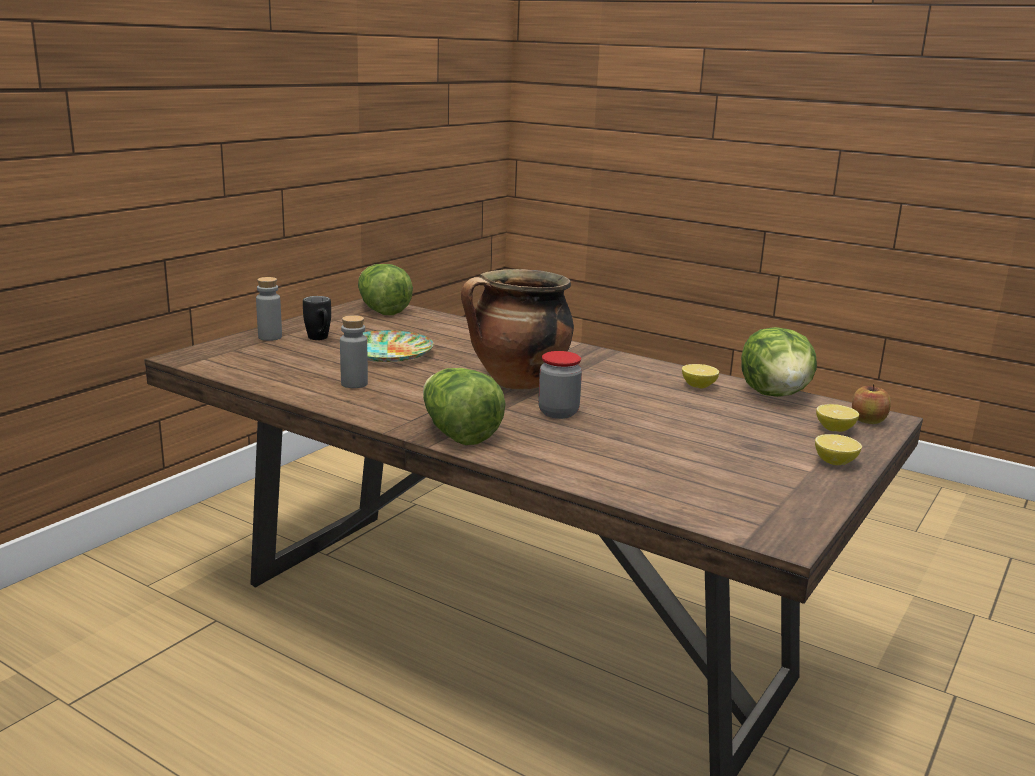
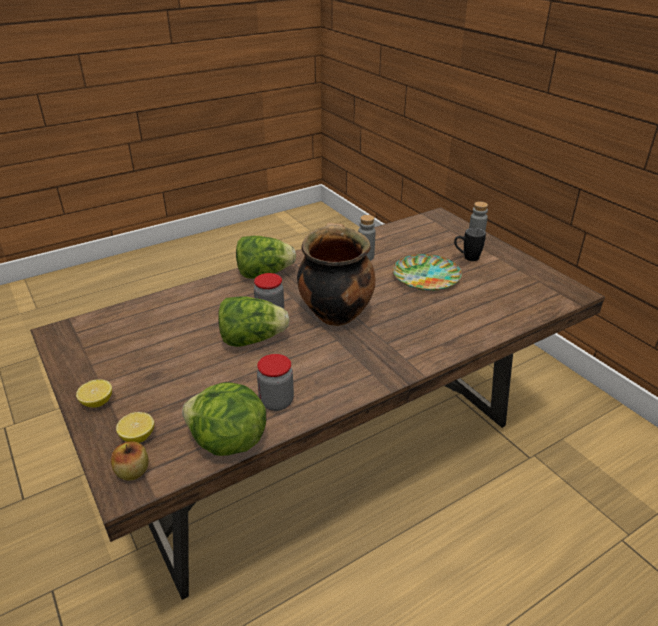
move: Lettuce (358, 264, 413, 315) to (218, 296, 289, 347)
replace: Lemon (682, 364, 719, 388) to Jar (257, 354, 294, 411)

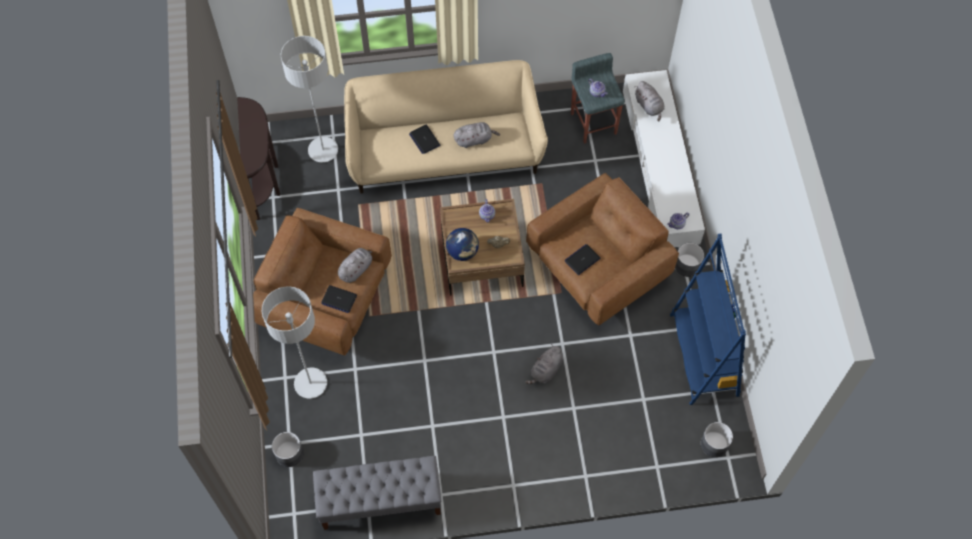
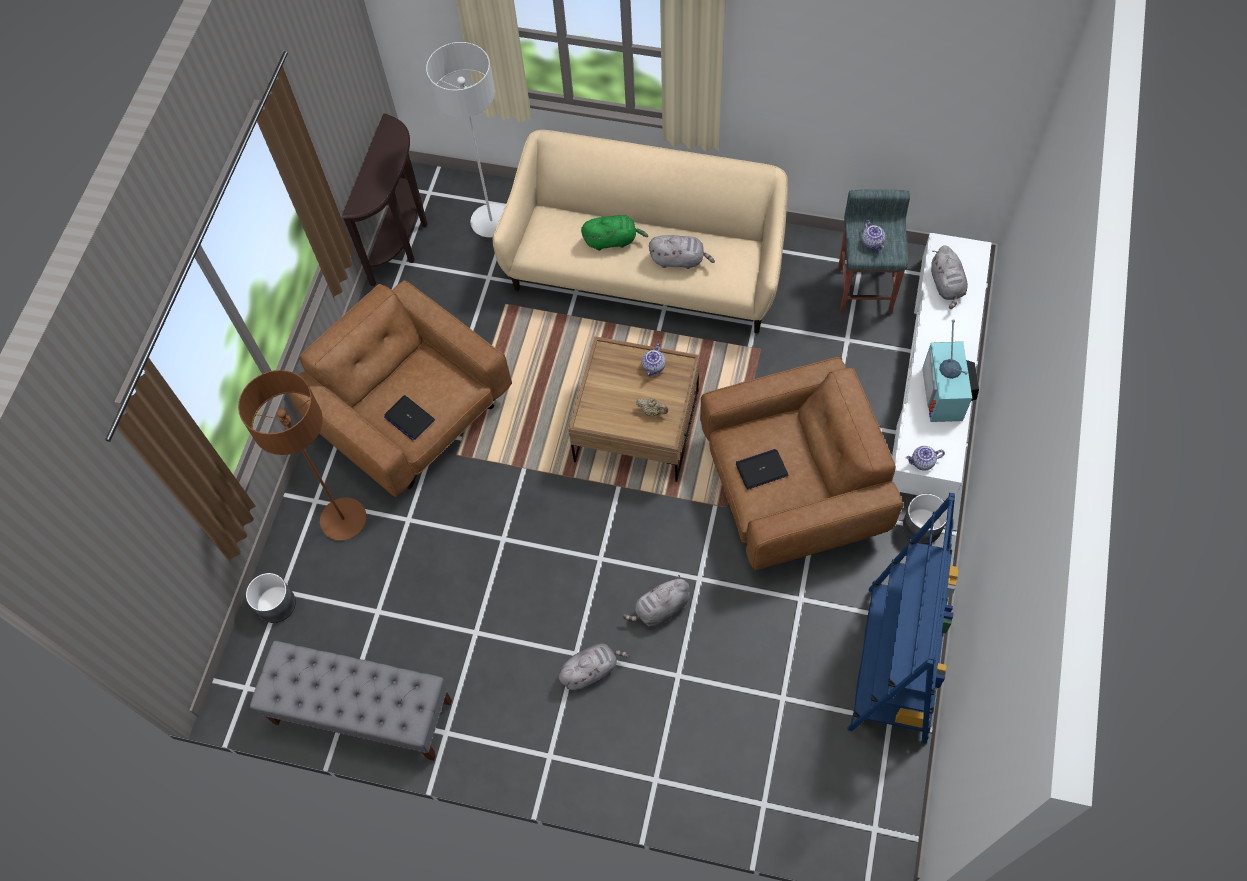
delete: Globe (446, 228, 479, 261); GreyPlanter (701, 422, 733, 457)
insert: Television (922, 319, 979, 422)
move: GreyPlushToy (338, 248, 372, 283) to (559, 644, 629, 690)
replace: Laptop (409, 125, 440, 154) to GreenPlushToy (581, 215, 648, 251)
recolor: GreyFloorLamp (262, 286, 327, 399) to BrownFloorLamp (238, 370, 366, 540)

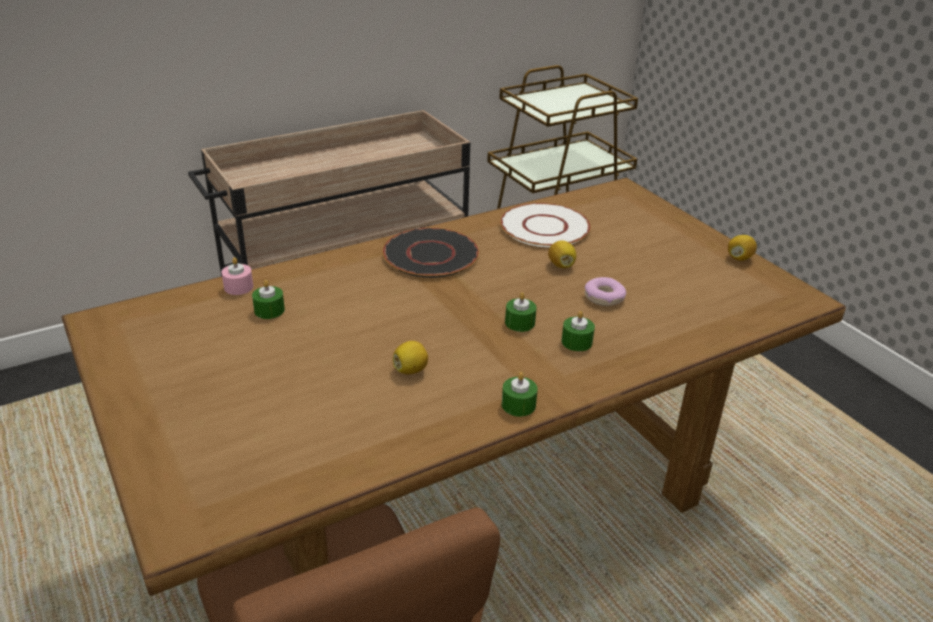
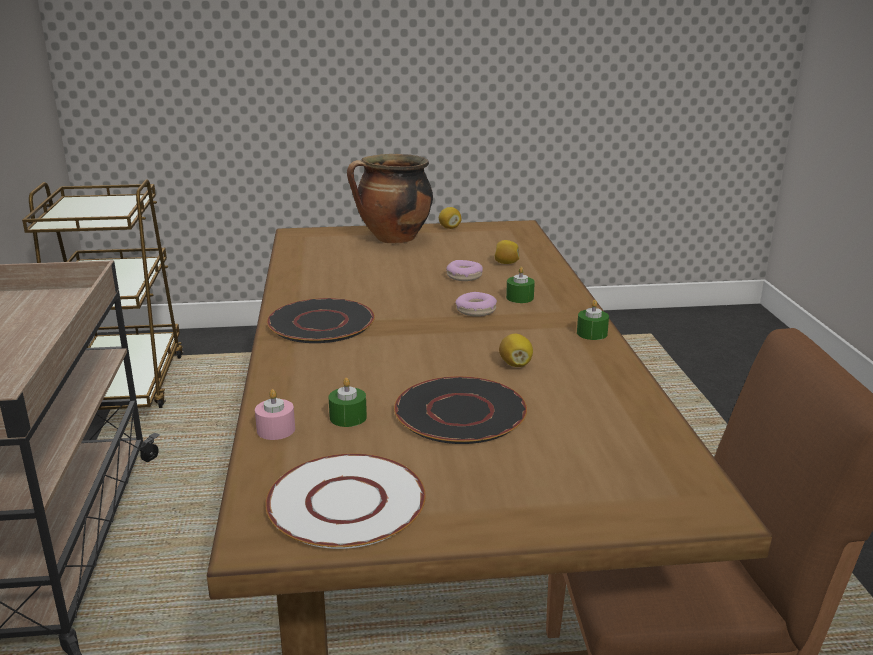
insert: CookingPot (347, 154, 433, 243); BlackPlate (394, 376, 527, 444)
move: WhitePlate (500, 203, 591, 247) to (265, 453, 426, 549); Lemon (548, 240, 576, 268) to (495, 240, 520, 264)
replace: GreenCandle (505, 292, 537, 332) to Donut (455, 292, 497, 317)

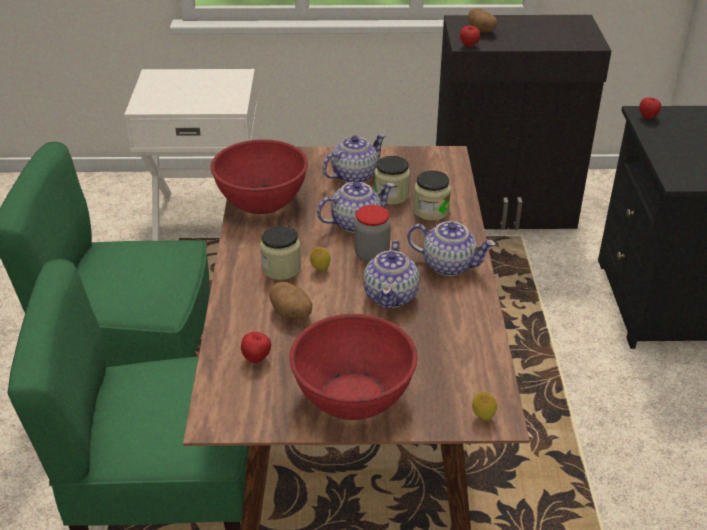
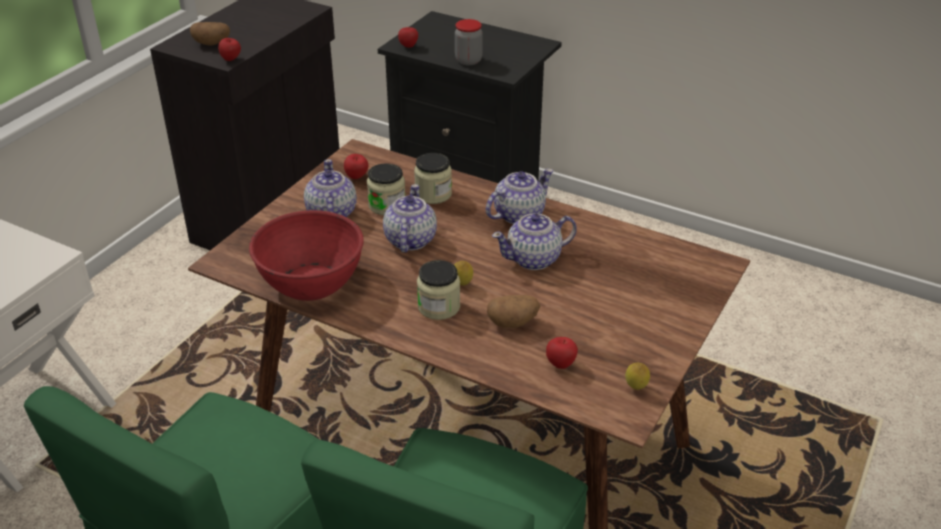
delete: RedBowl (289, 314, 417, 420)
insert: Apple (344, 154, 368, 179)
move: Jar (354, 205, 391, 263) to (455, 19, 483, 65); Lemon (472, 392, 497, 421) to (625, 363, 650, 390)
rotate: Teapot (363, 240, 419, 309) = (492, 213, 577, 270) 120 degrees clockwise

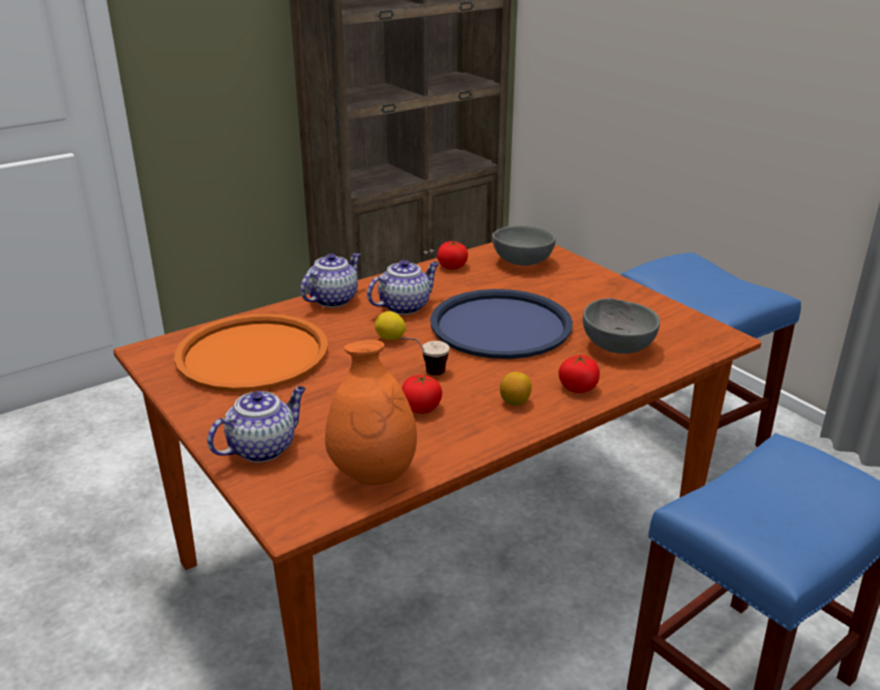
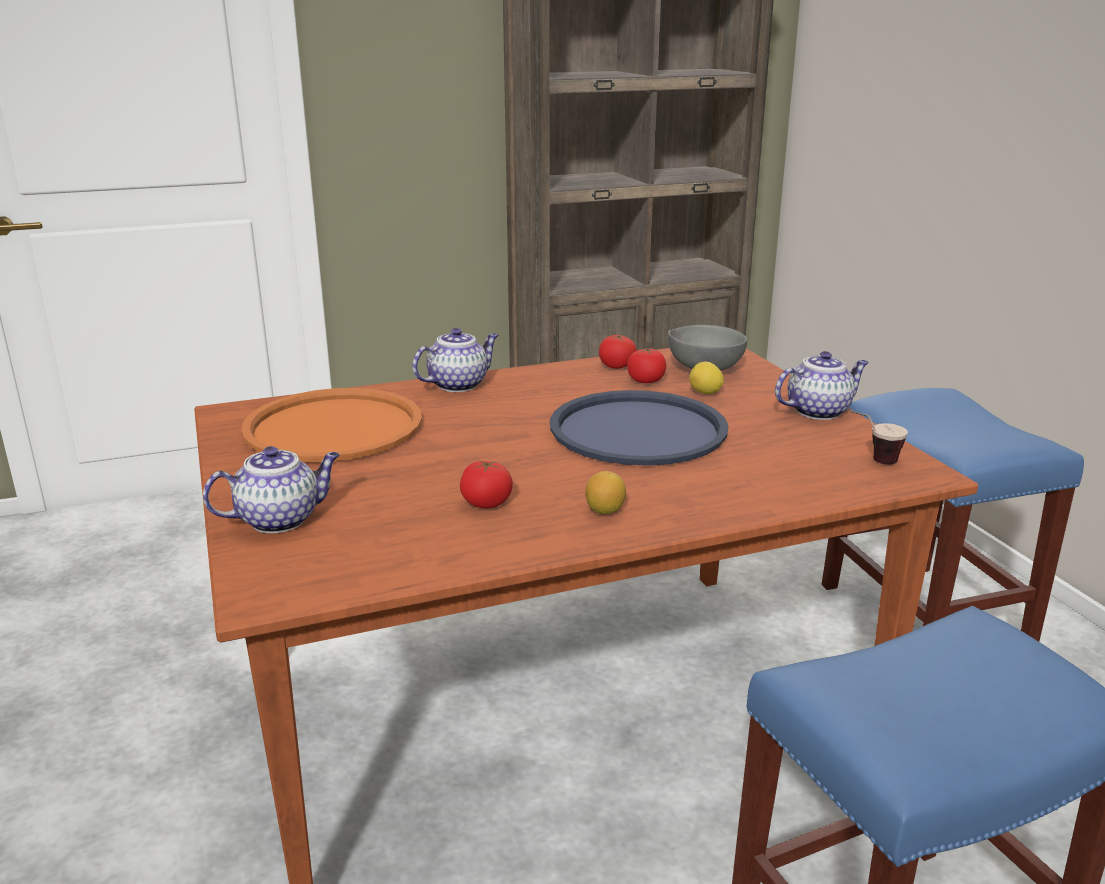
delete: OrangeVase (325, 340, 417, 485); GreyBowl (583, 298, 660, 354)
move: Teapot (367, 260, 439, 315) to (775, 351, 869, 420); Lemon (375, 311, 406, 340) to (689, 362, 724, 394); Cup (400, 337, 450, 375) to (849, 410, 908, 465); Tomato (559, 355, 600, 393) to (627, 348, 666, 383)

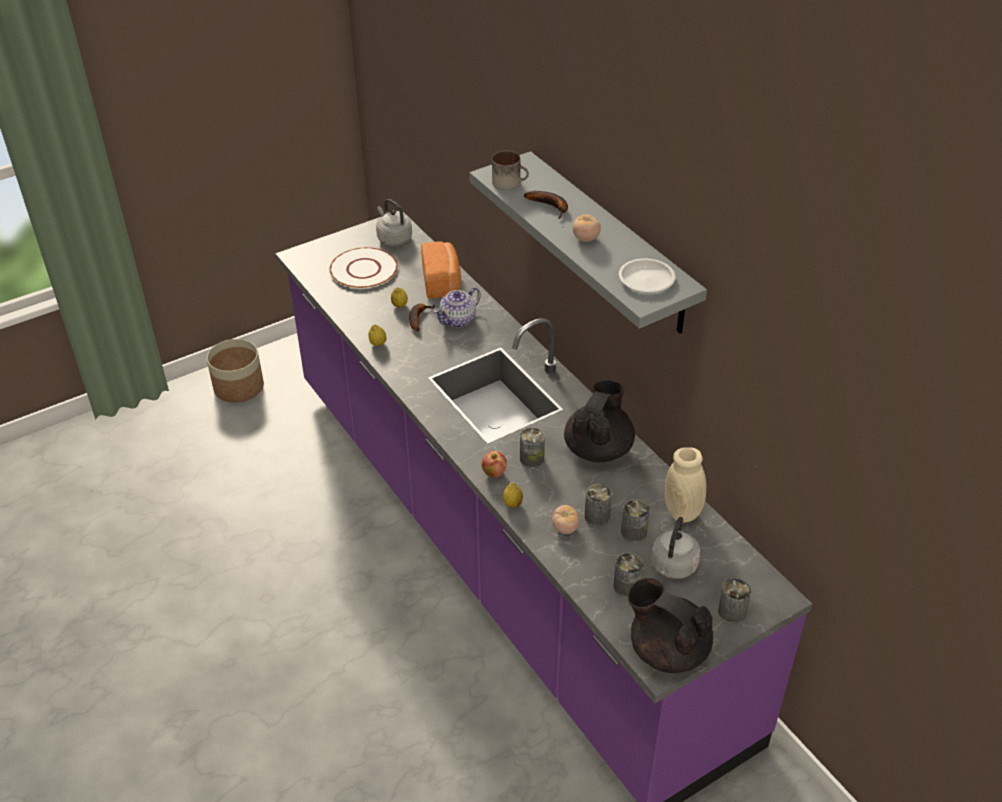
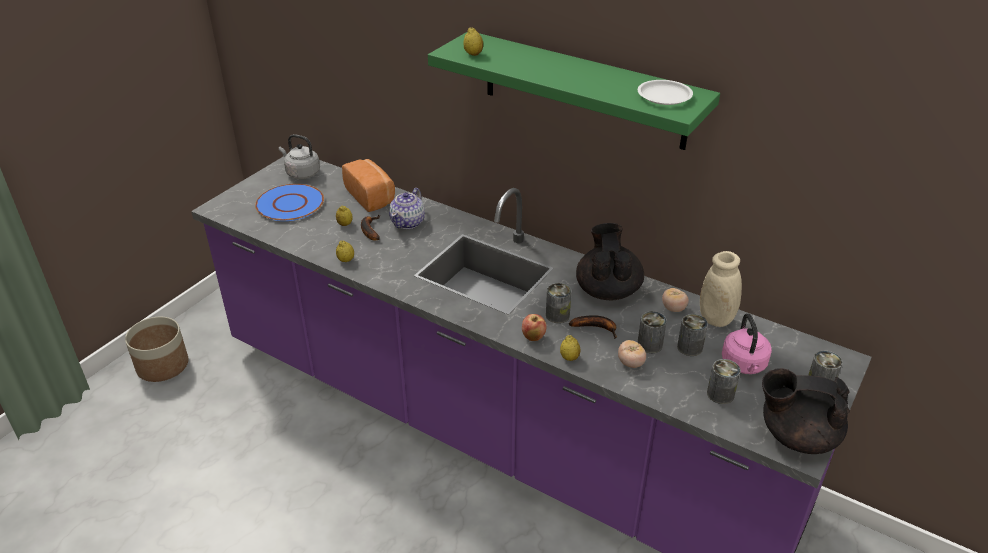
move: Banana (524, 191, 568, 219) to (569, 315, 617, 339); Tomato (573, 215, 601, 242) to (662, 288, 689, 312)
replace: Mug (492, 151, 529, 190) to Lemon (463, 27, 483, 56)
recolor: WhitePlate (329, 247, 398, 289) to BluePlate (255, 184, 324, 221); GreyShelf (469, 151, 707, 334) to GreenShelf (428, 32, 720, 150); GreyKettle (651, 517, 701, 579) to PinkKettle (722, 313, 772, 374)

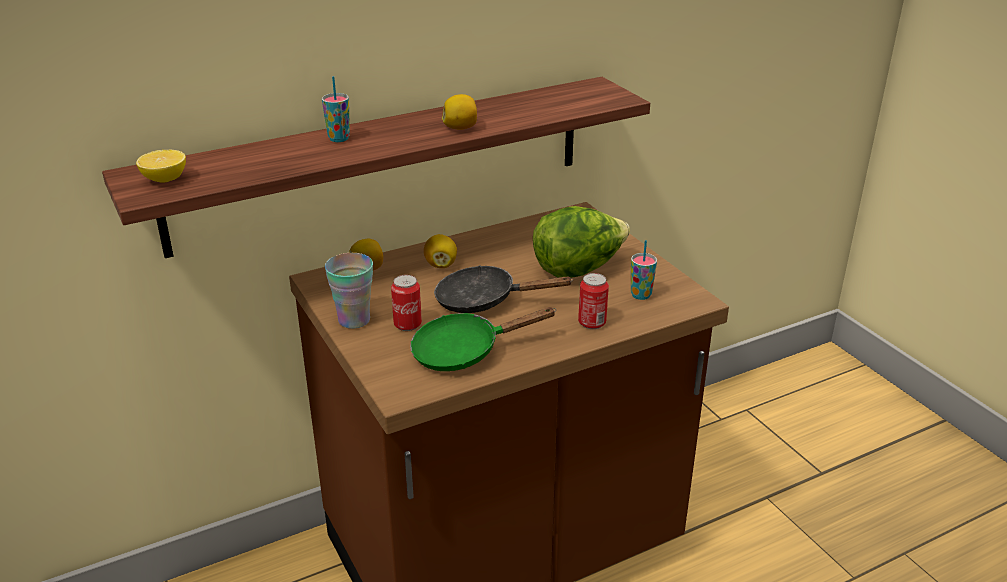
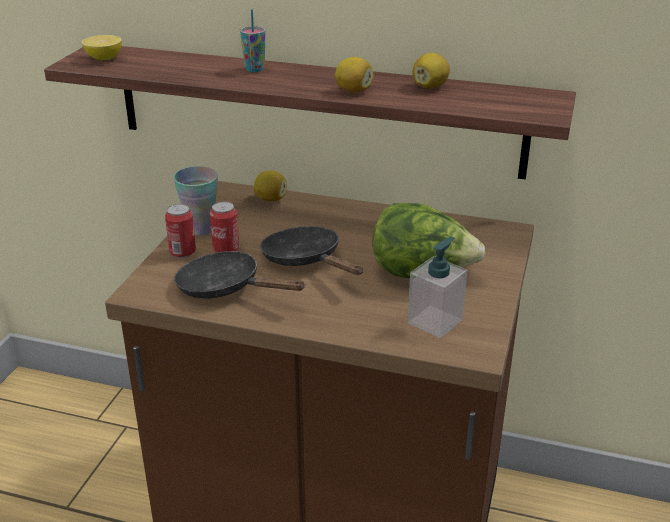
move: Lemon (424, 234, 457, 268) to (412, 53, 450, 89); Can (578, 273, 609, 329) to (165, 204, 196, 258)
replace: Cup (631, 240, 657, 300) to SoapDispenser (408, 237, 468, 338)
recolor: GreenFryingPan (410, 307, 556, 371) to BlackFryingPan (174, 251, 306, 298)

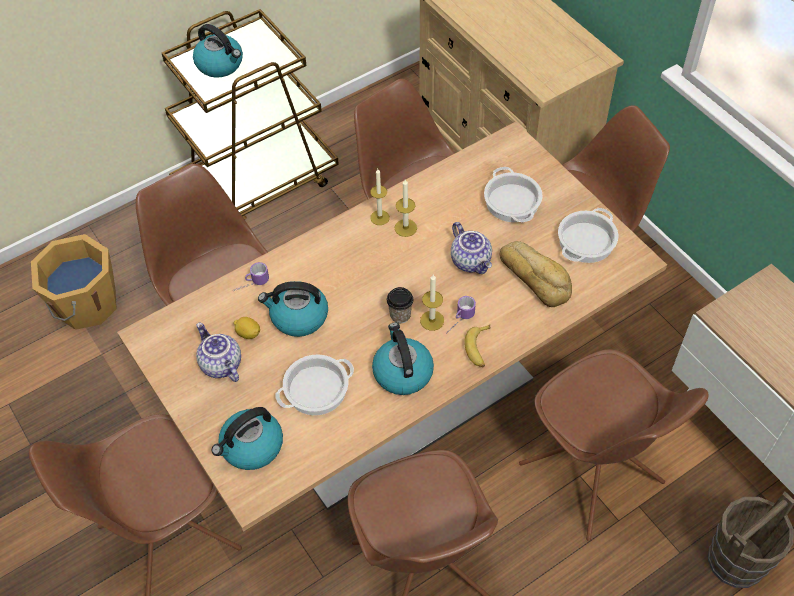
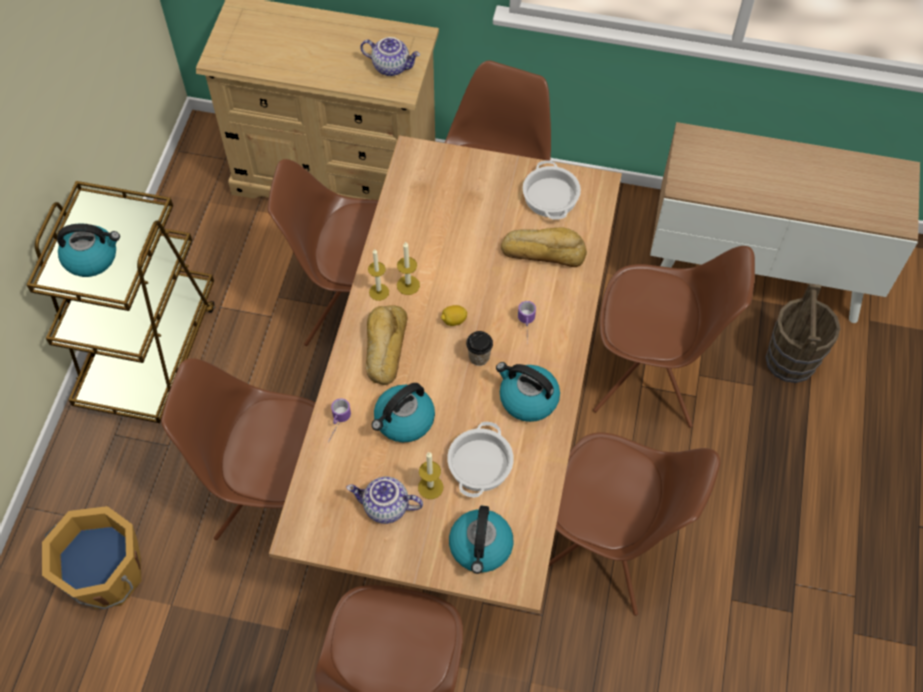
delete: Banana (464, 325, 490, 368); CookingPot (484, 167, 543, 222)
insert: Bread (366, 305, 407, 385)
move: Lemon (234, 317, 260, 339) to (441, 305, 467, 326); Candle (420, 275, 444, 331) to (418, 452, 443, 499); Teapot (451, 222, 492, 274) to (360, 37, 420, 76)

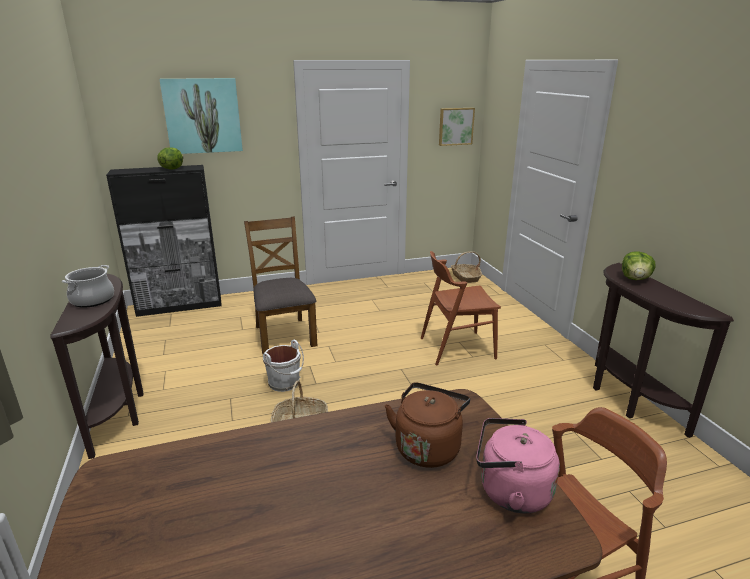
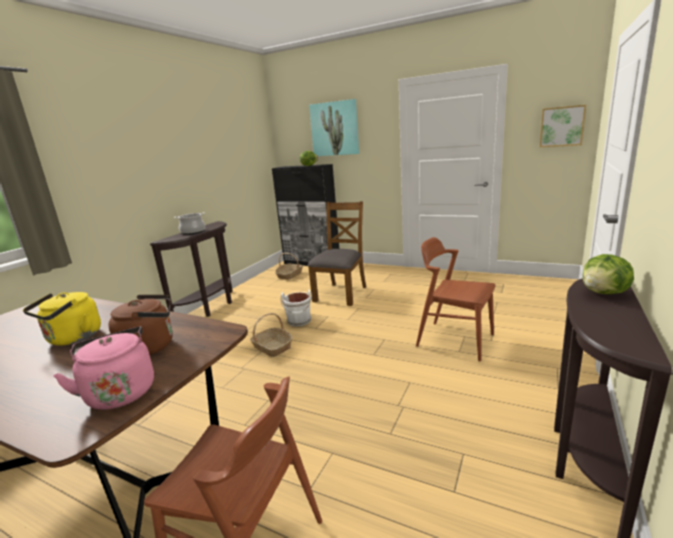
insert: YellowKettle (23, 292, 101, 346)
move: Basket (451, 251, 482, 283) to (275, 253, 303, 279)

